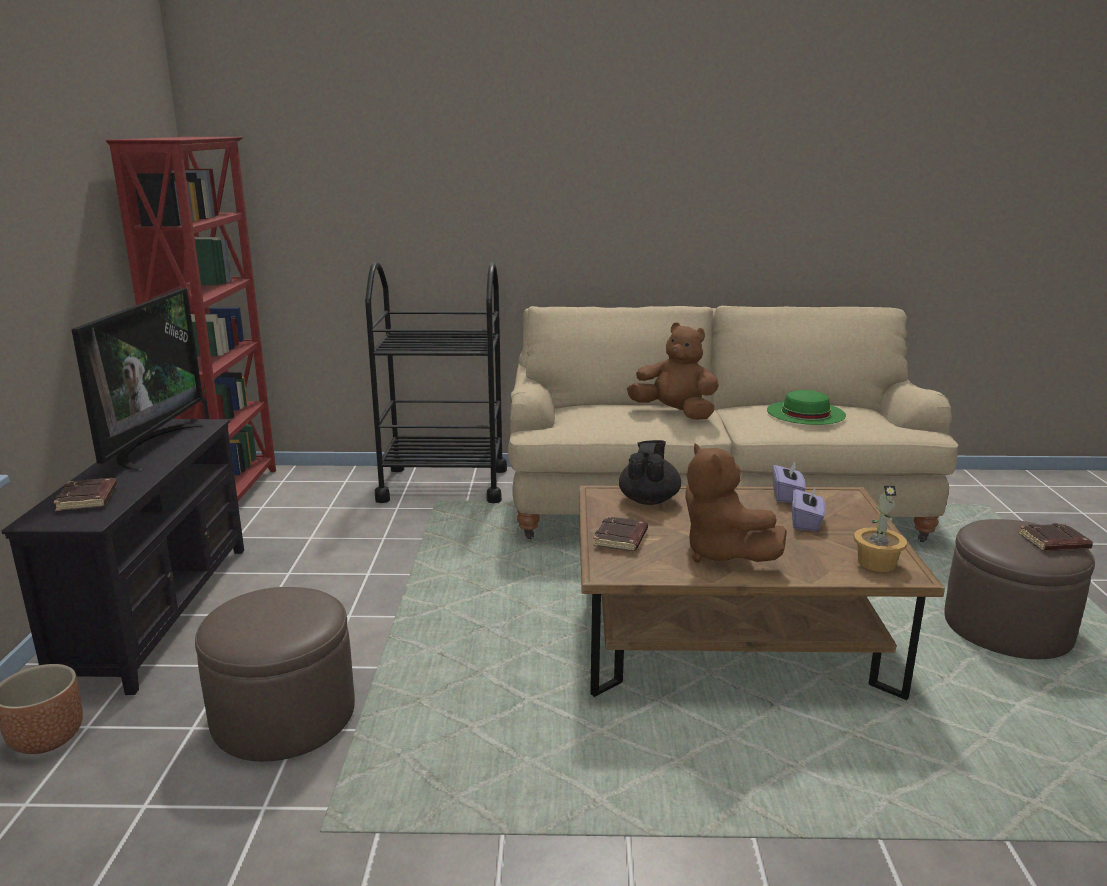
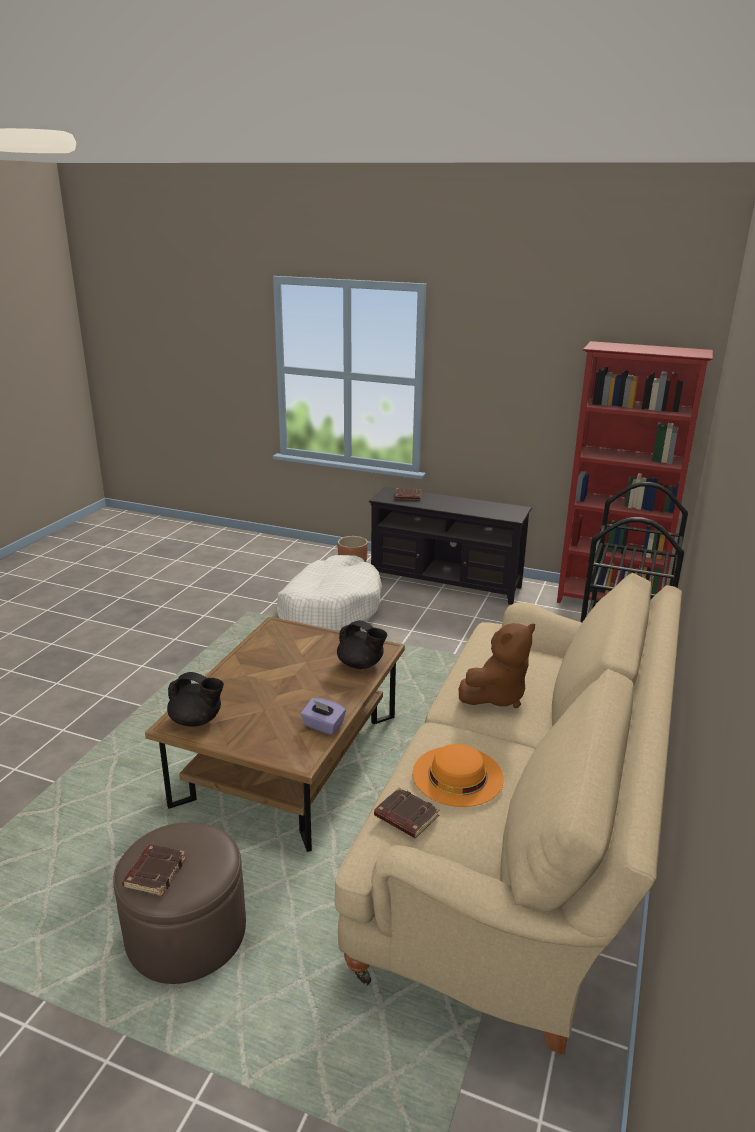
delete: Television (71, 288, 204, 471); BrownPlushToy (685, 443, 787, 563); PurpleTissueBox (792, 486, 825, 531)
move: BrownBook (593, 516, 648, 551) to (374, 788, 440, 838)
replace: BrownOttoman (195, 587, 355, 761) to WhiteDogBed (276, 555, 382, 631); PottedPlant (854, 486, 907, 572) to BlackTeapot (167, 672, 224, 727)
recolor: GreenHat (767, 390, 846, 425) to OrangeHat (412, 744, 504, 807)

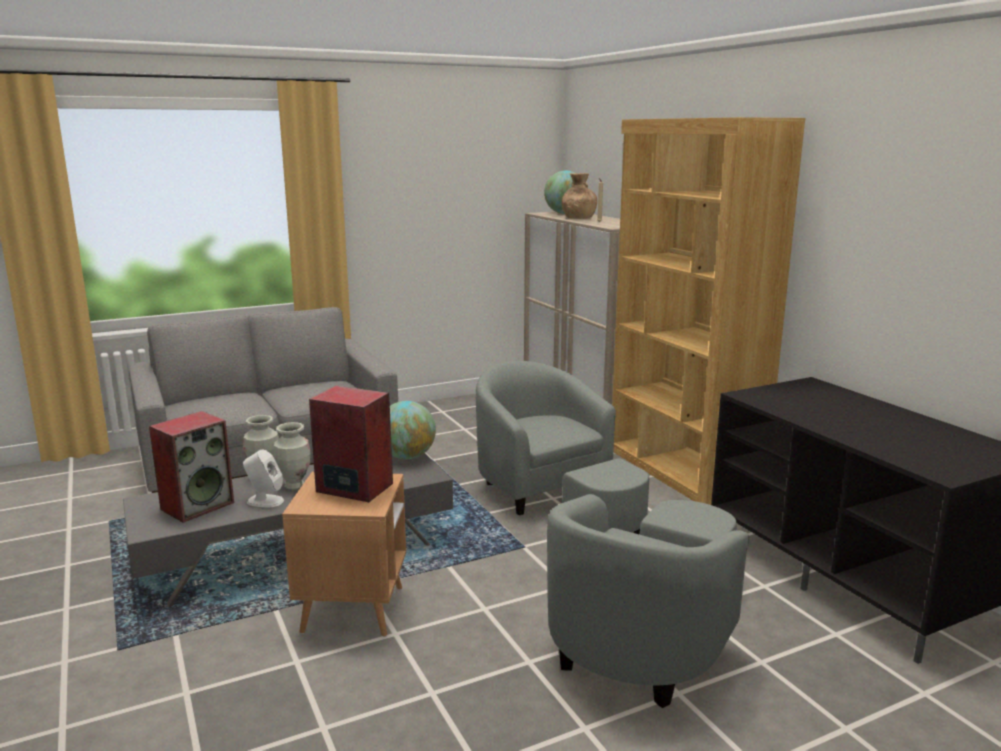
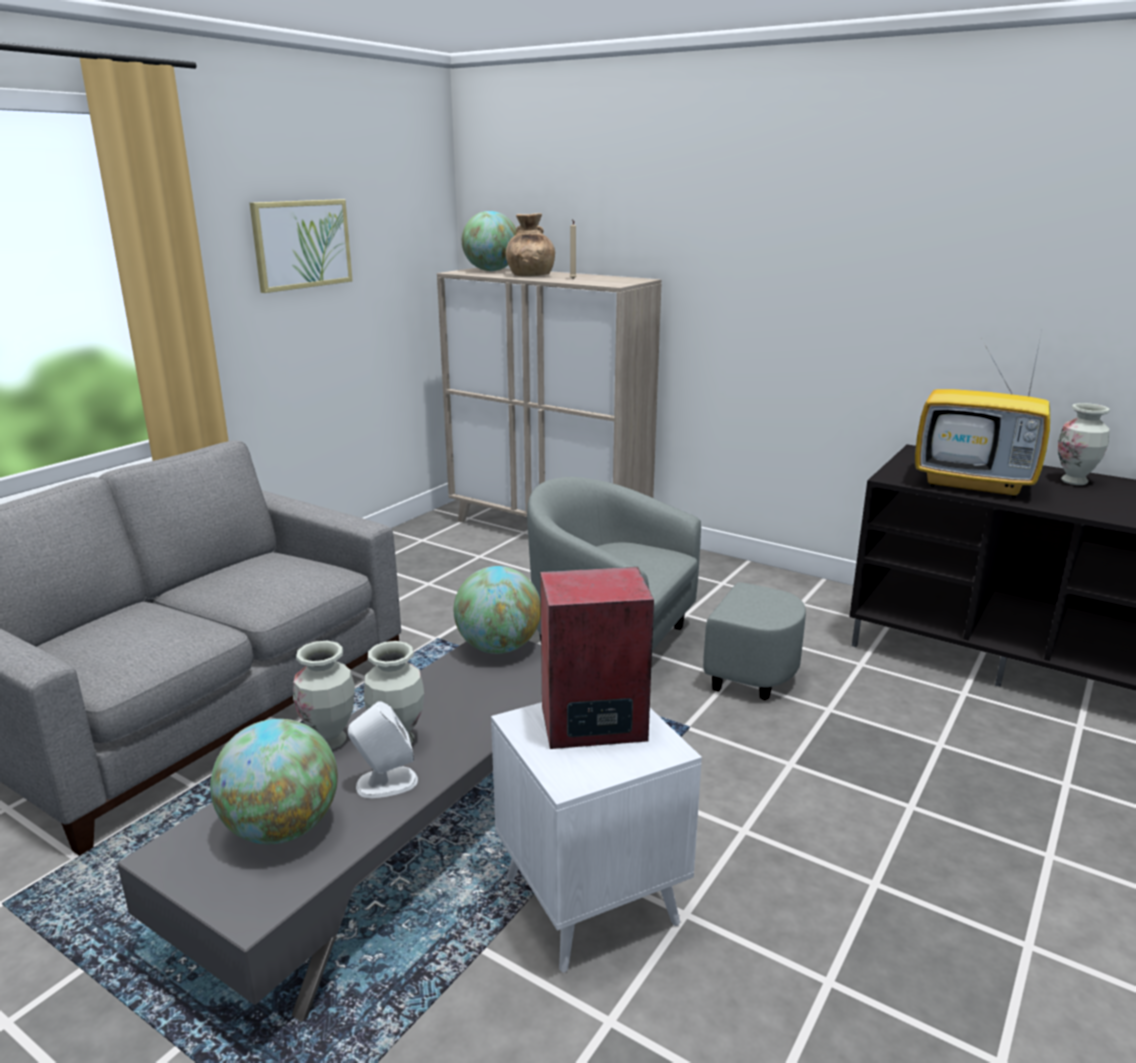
delete: GreyArmchair (547, 494, 750, 708); BrownBookcase (612, 117, 805, 505)
insert: Picture (250, 199, 353, 293); Television (915, 331, 1050, 498); Vase (1058, 403, 1110, 485)
replace: Speaker (149, 411, 234, 523) to Globe (210, 719, 338, 844)
recolor: BrownSideTable (282, 472, 406, 637) to WhiteSideTable (491, 702, 702, 973)

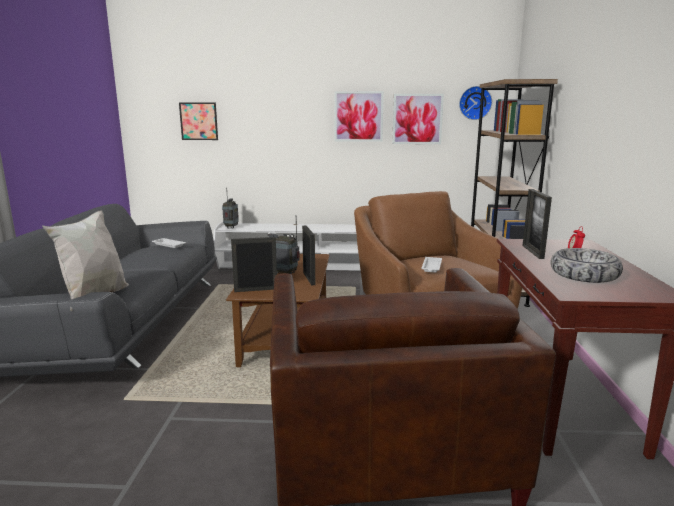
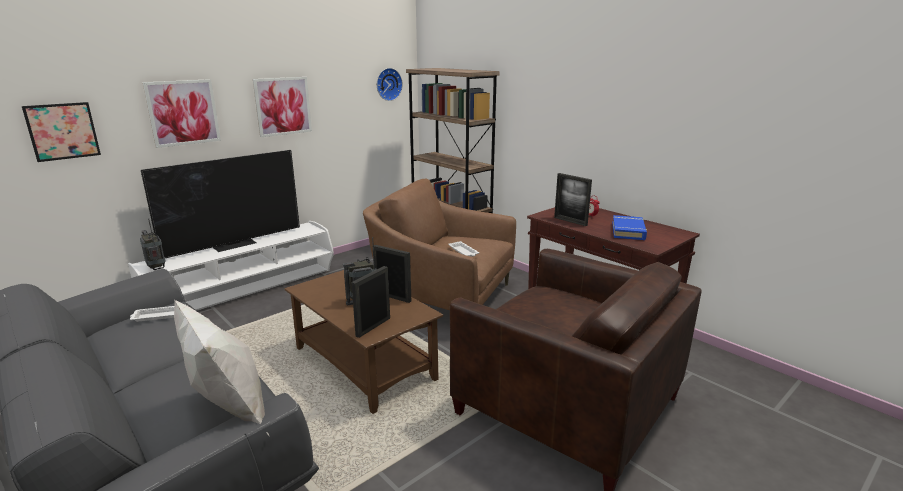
insert: Television (141, 150, 300, 258)
move: Picture (392, 94, 444, 144) to (143, 79, 221, 148)
replace: Bowl (551, 248, 623, 283) to BlueBook (612, 215, 647, 240)

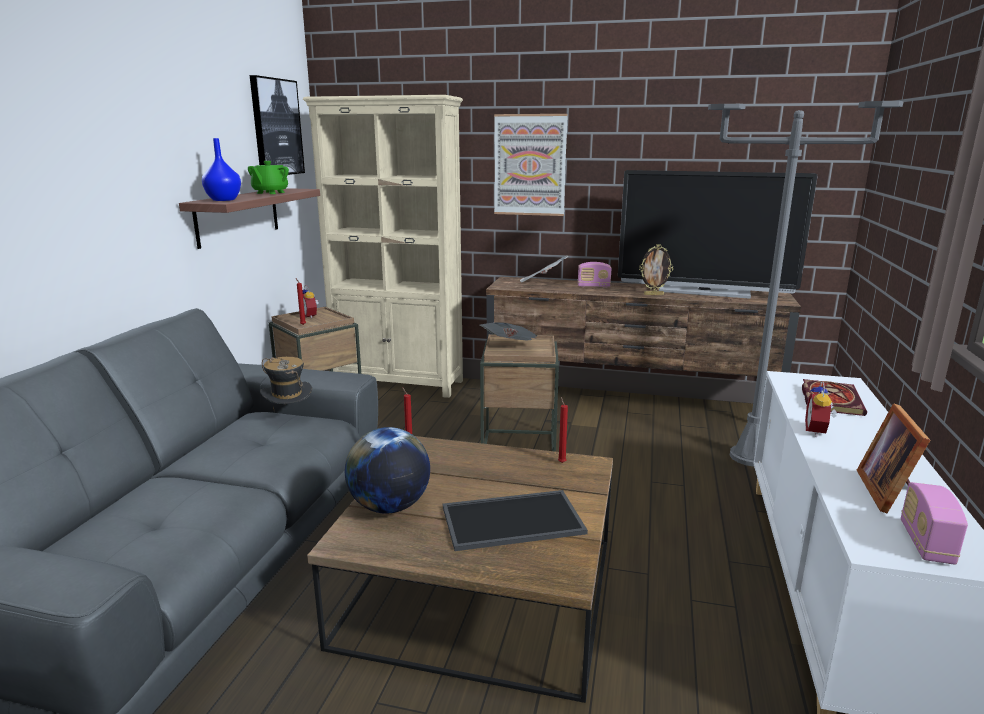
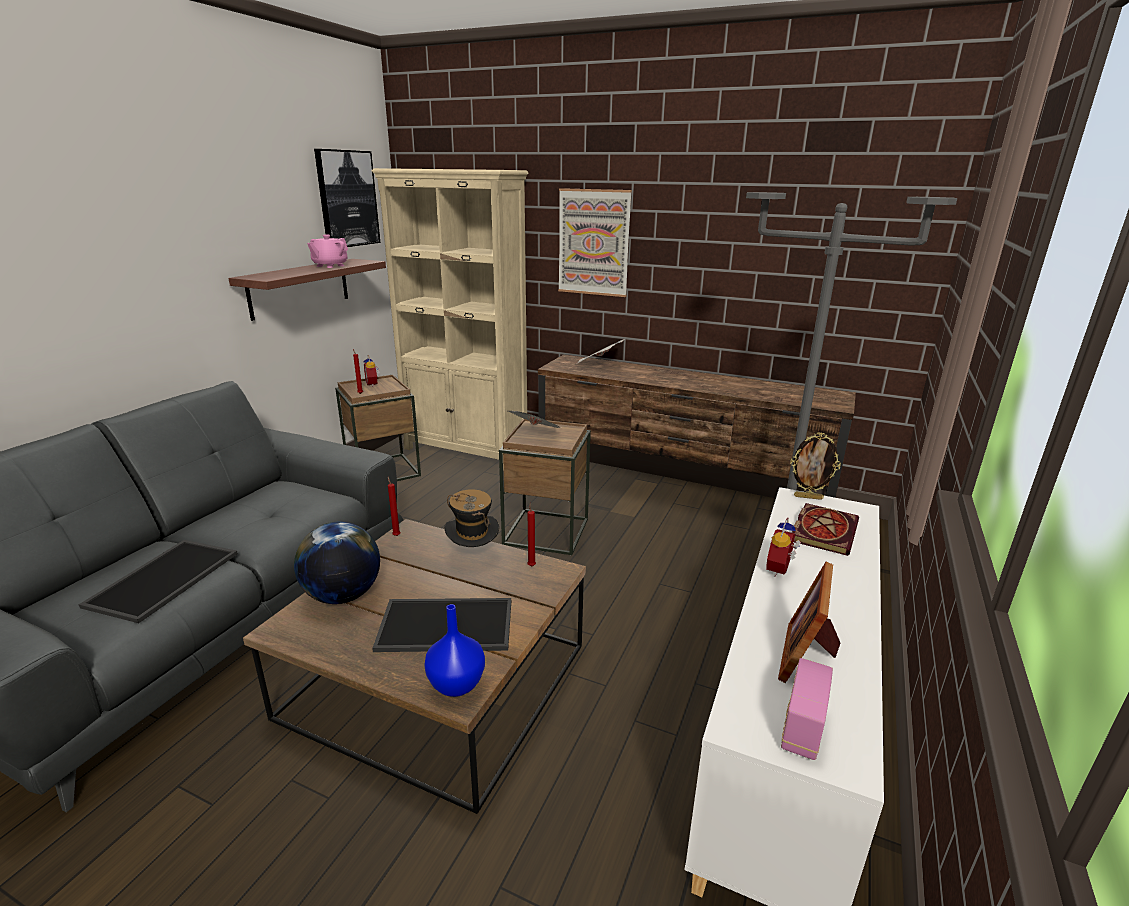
delete: Radio (578, 262, 611, 288); Television (618, 170, 818, 299)
insert: Tray (78, 540, 238, 623)
move: BlueVase (202, 138, 241, 201) to (424, 604, 485, 697); Hat (260, 357, 312, 409) to (444, 489, 499, 547); PictureFrame (639, 244, 673, 295) to (790, 433, 841, 500)
recolor: GreenTeapot (248, 161, 289, 194) to PinkTeapot (307, 235, 348, 268)

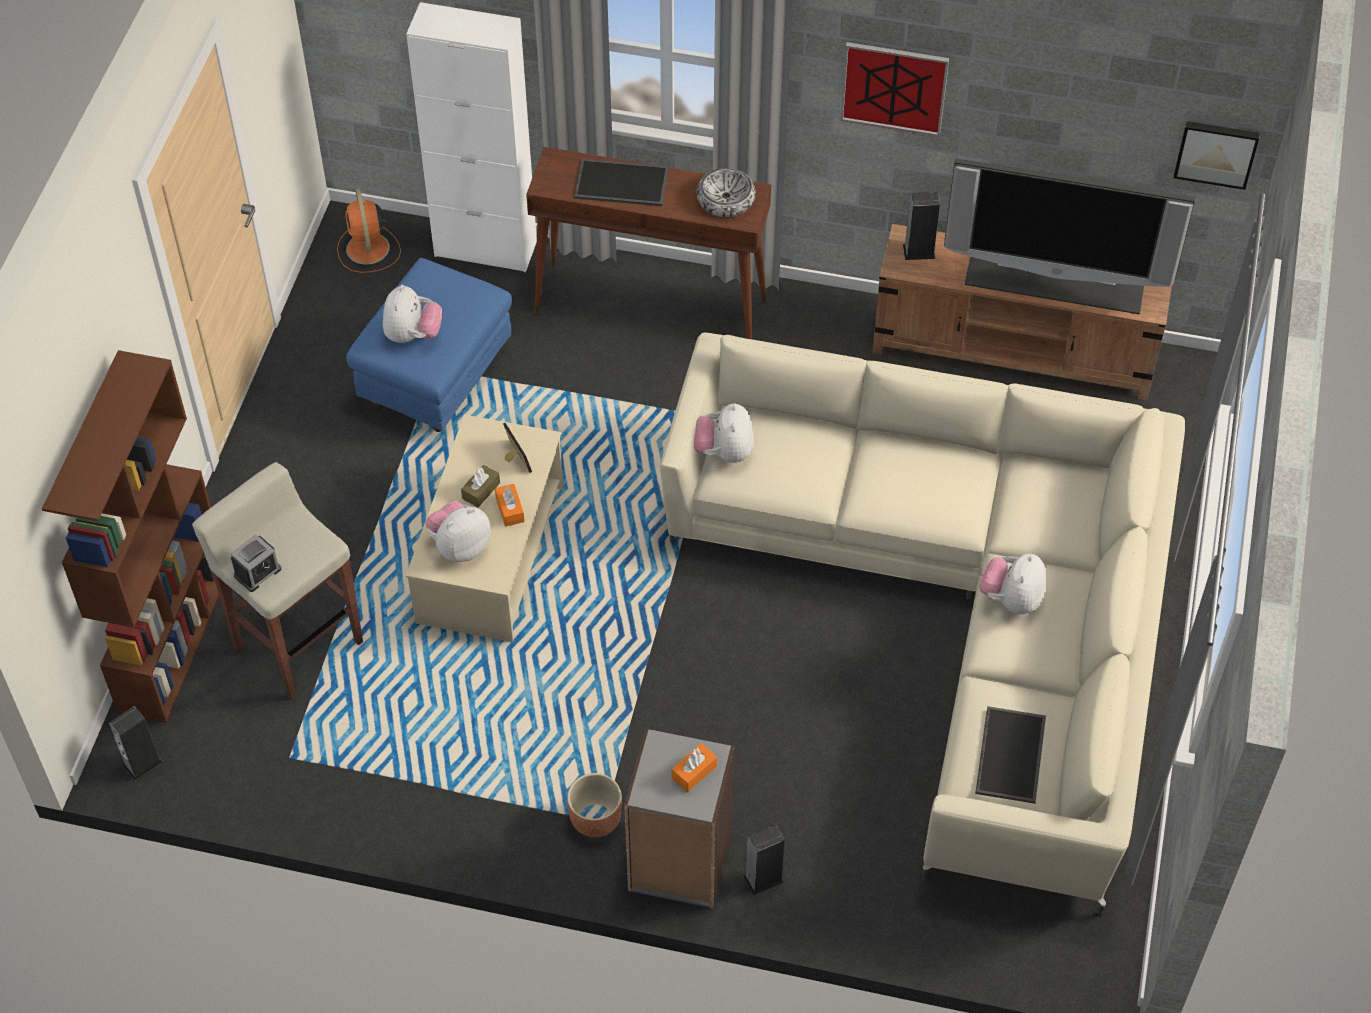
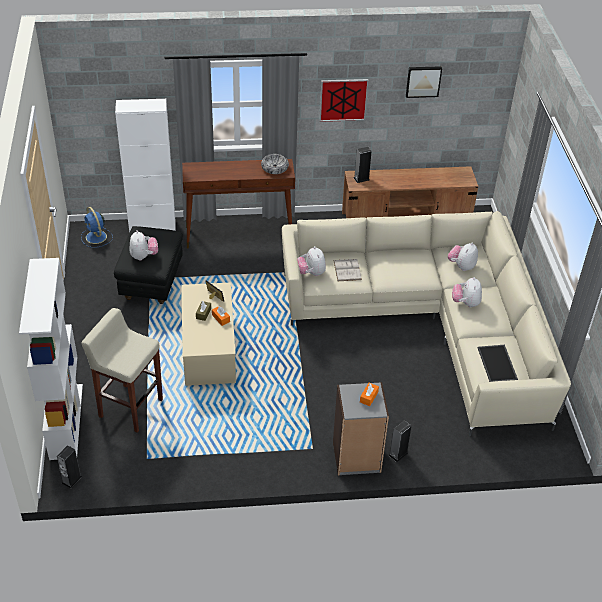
delete: AlarmClock (230, 534, 281, 592); BrownPlanter (567, 773, 622, 837); Tray (574, 159, 669, 206); Television (944, 158, 1195, 314)
insert: WhiteBook (333, 259, 362, 281)
move: PlushToy (425, 501, 491, 562) to (448, 242, 478, 271); Picture (1174, 121, 1260, 190) to (406, 66, 442, 98)
recolor: BrownBookcase (42, 350, 219, 723) to WhiteBookcase (19, 258, 83, 460); OrangeFan (337, 188, 401, 273) to BlueFan (81, 207, 113, 248); BlueOttoman (346, 258, 512, 432) to BlackOttoman (114, 226, 183, 304)

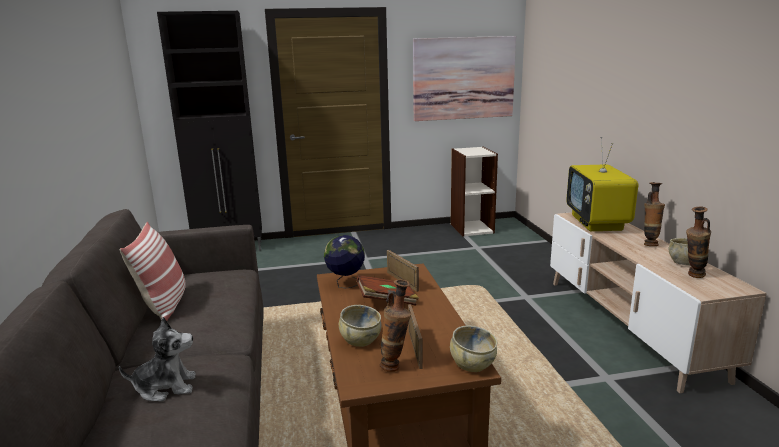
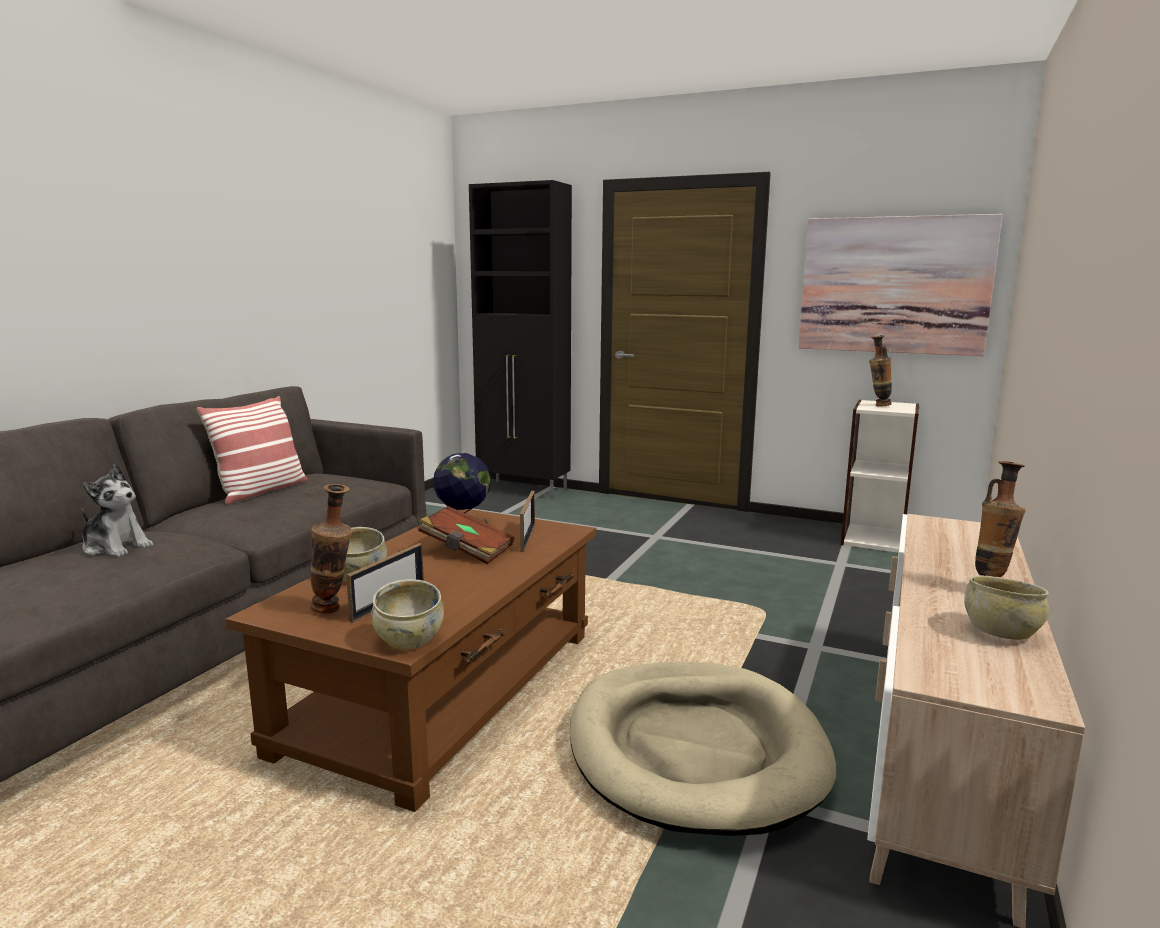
delete: Television (566, 137, 638, 231)
insert: BeigeDogBed (570, 661, 836, 836)
move: Vase (686, 206, 711, 278) to (869, 335, 892, 407)

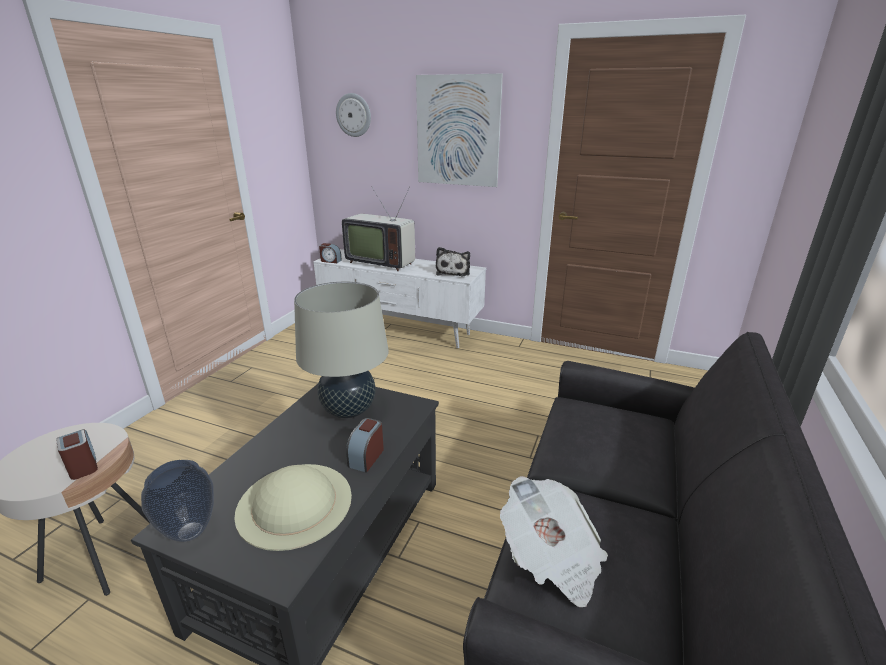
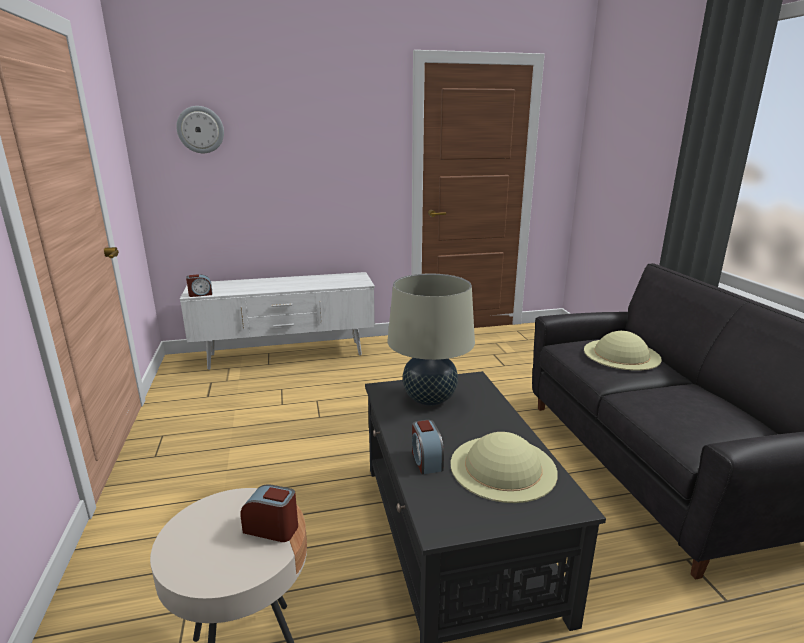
delete: Vase (141, 460, 214, 542); Television (342, 187, 415, 271); Picture (416, 74, 503, 187); PlushToy (436, 247, 470, 276); Newspaper (500, 476, 608, 607)
insert: BeigeHat (584, 331, 662, 371)
move: AlarmClock (346, 418, 384, 473) to (412, 420, 444, 475)

